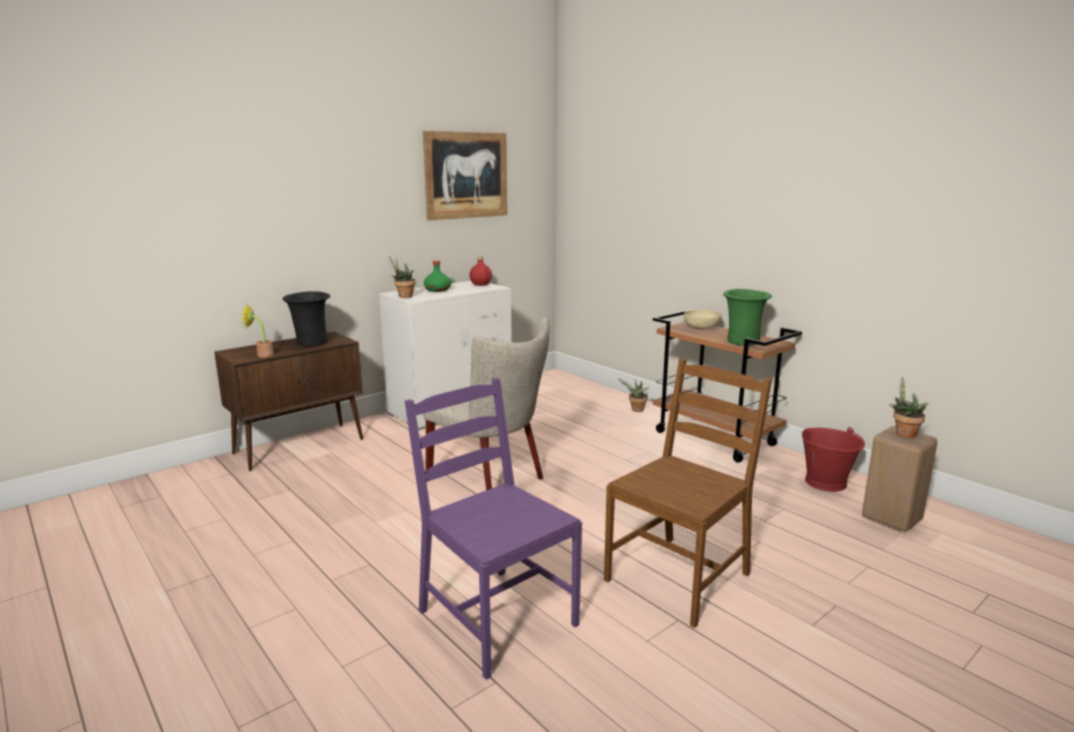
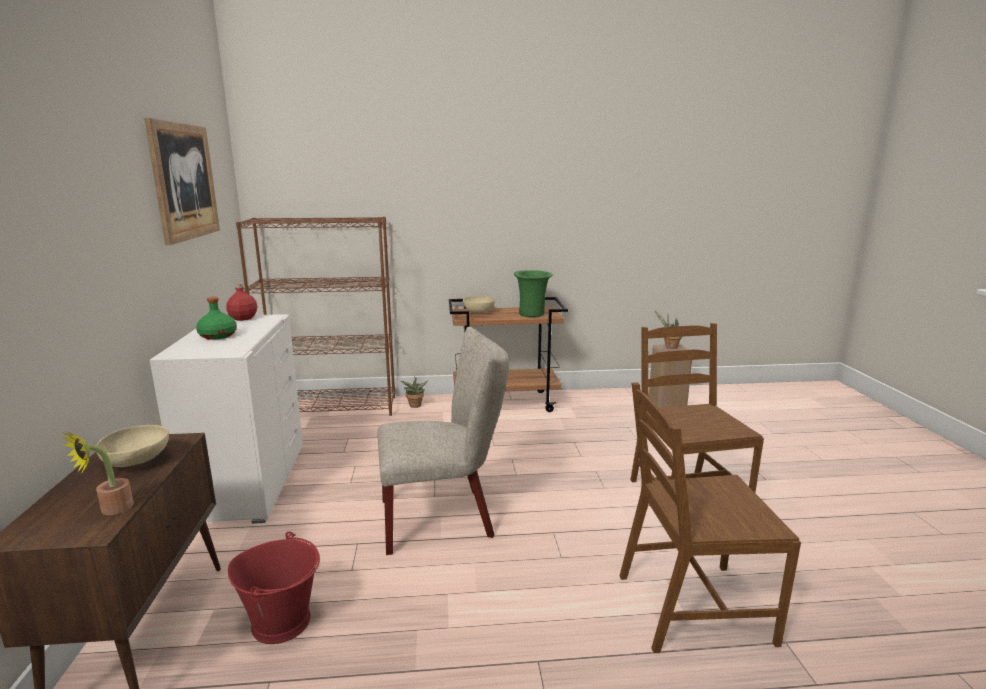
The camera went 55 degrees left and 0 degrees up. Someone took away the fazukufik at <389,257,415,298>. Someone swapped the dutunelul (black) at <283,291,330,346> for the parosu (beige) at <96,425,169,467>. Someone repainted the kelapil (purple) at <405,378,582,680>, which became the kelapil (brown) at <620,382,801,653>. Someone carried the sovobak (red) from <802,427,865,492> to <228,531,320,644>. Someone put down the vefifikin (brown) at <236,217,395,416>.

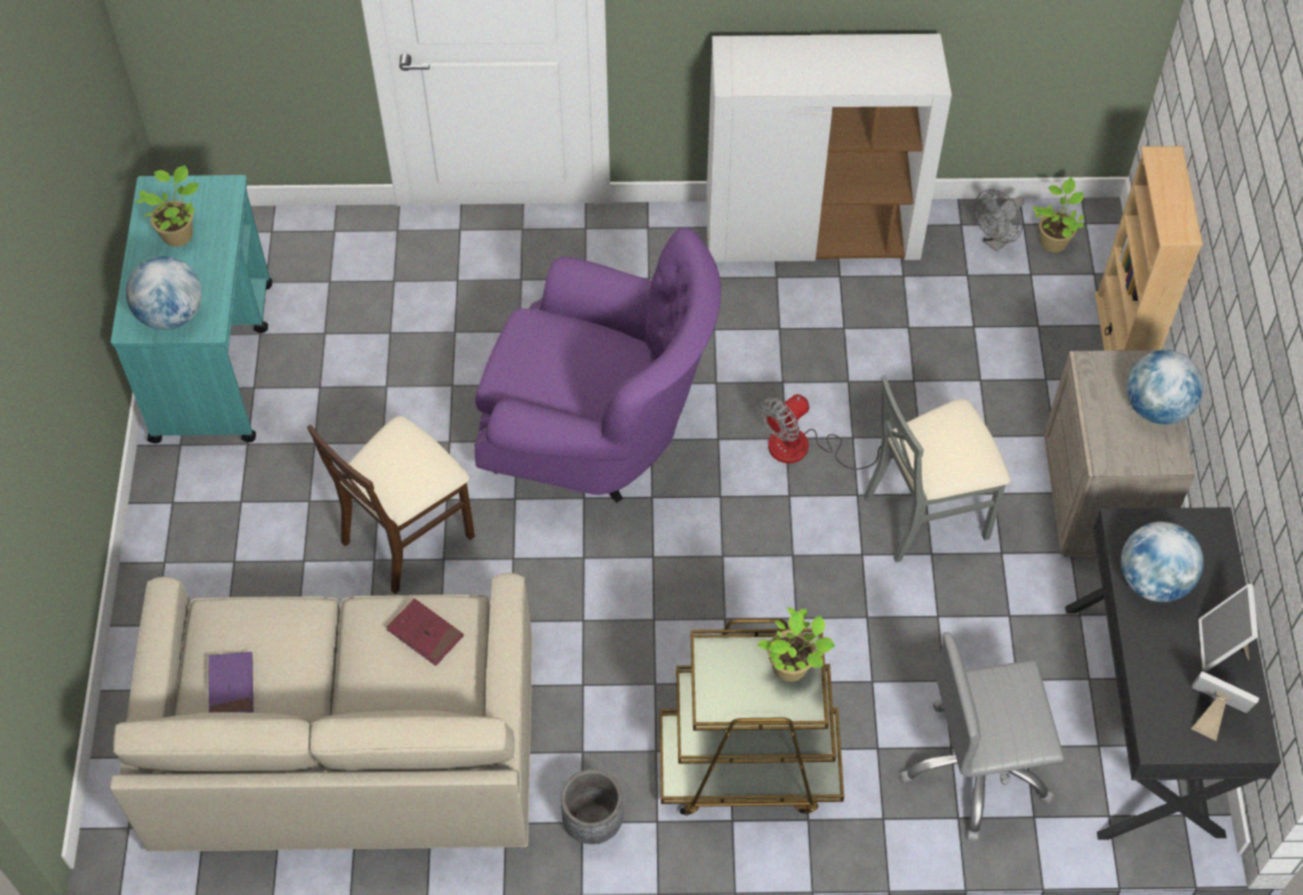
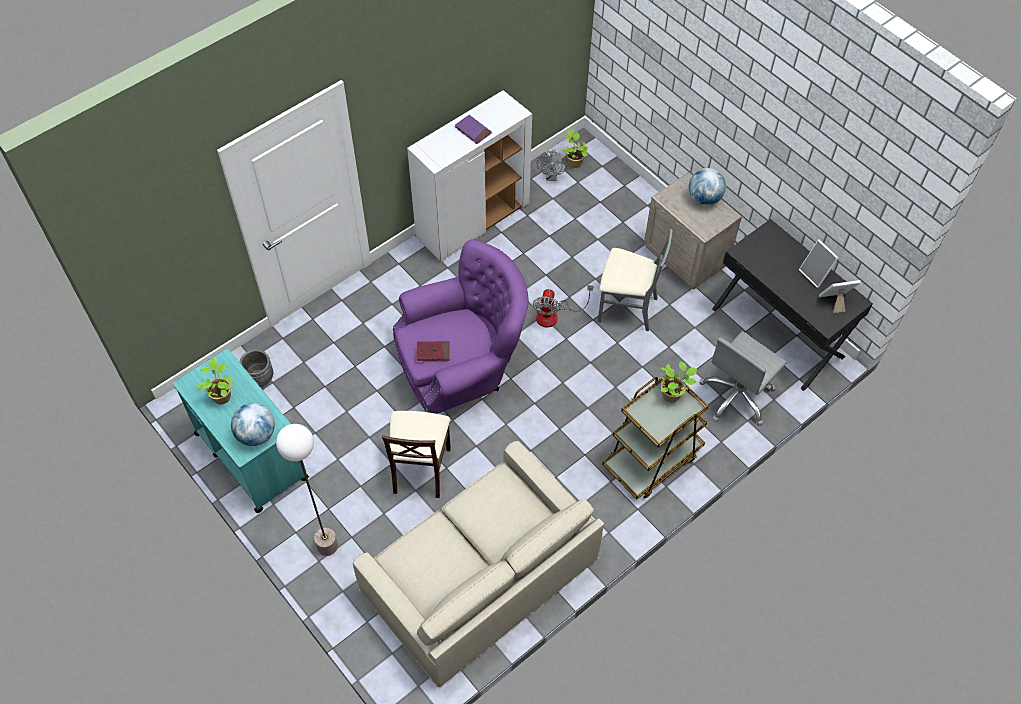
The camera went 40 degrees left and 0 degrees up. Someone took away the vefifikin (beige) at <1095,146,1203,351>. Someone rotated the kelapil (grey) at <864,375,1010,563> by 105 degrees counterclockwise. Someone took away the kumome at <1121,522,1204,602>. Someone carried the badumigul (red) from <387,598,464,666> to <417,341,450,361>. Someone carried the badumigul (purple) from <209,652,253,713> to <455,115,492,144>. Someone carried the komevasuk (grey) from <561,769,623,844> to <240,349,273,387>. Someone put down the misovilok at <276,424,338,556>.

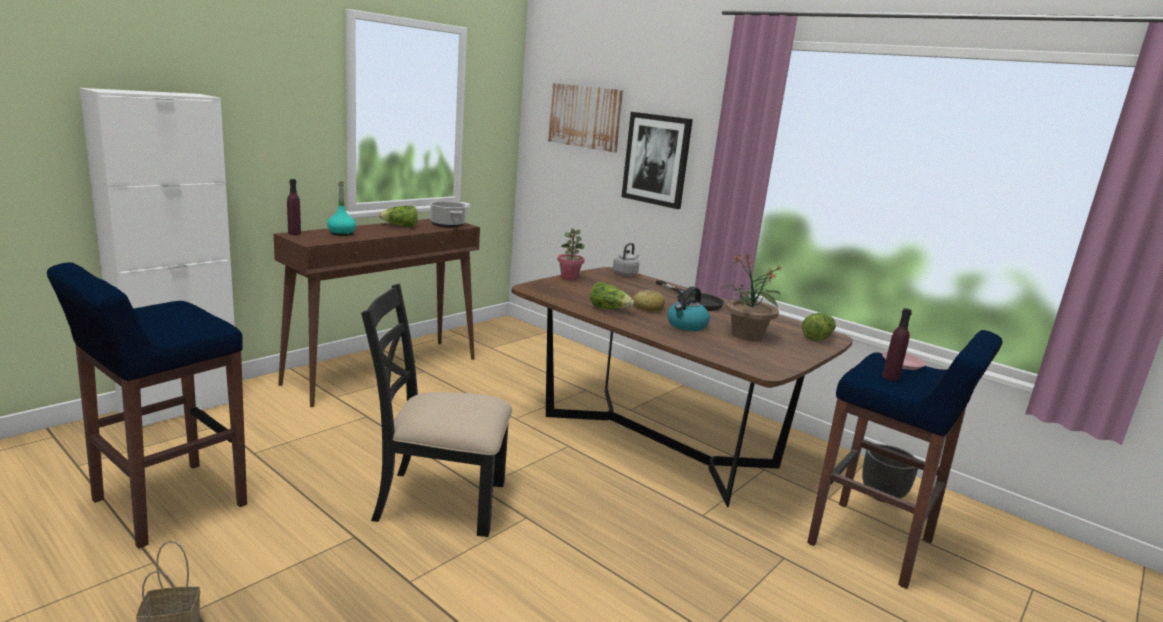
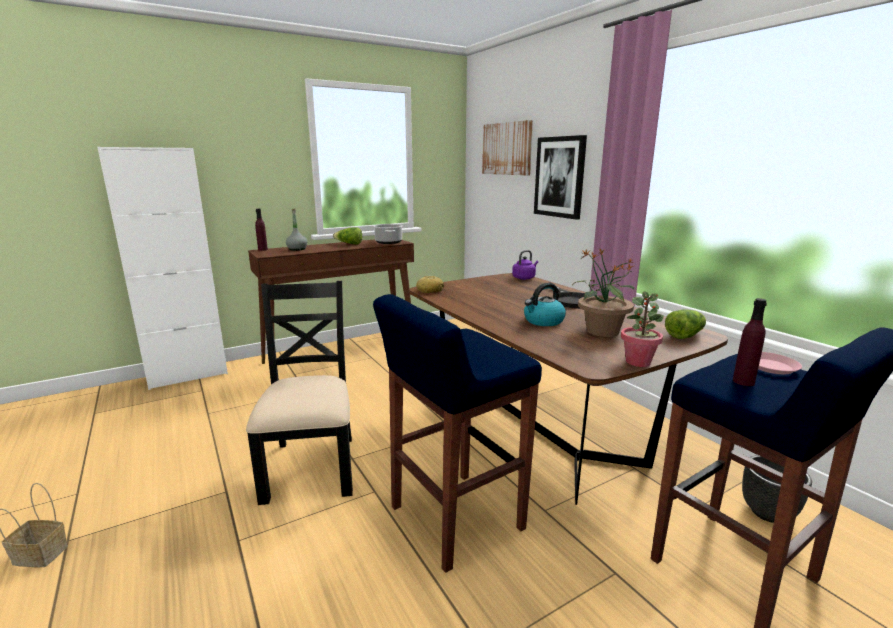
The camera went 20 degrees right and 0 degrees up. Someone repainted the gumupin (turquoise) at <327,181,356,236>, which became the gumupin (grey) at <286,208,308,251>. Someone carried the fazukufik from <557,228,585,281> to <621,292,664,367>. Someone repainted the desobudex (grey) at <613,243,639,276>, which became the desobudex (purple) at <512,250,538,280>. Someone carried the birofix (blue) from <47,262,247,548> to <373,294,542,573>. Someone took away the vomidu at <590,282,634,309>. Someone rotated the kelapil (black) at <361,283,512,537> by 60 degrees clockwise. Someone carried the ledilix from <633,290,665,311> to <416,276,444,293>.

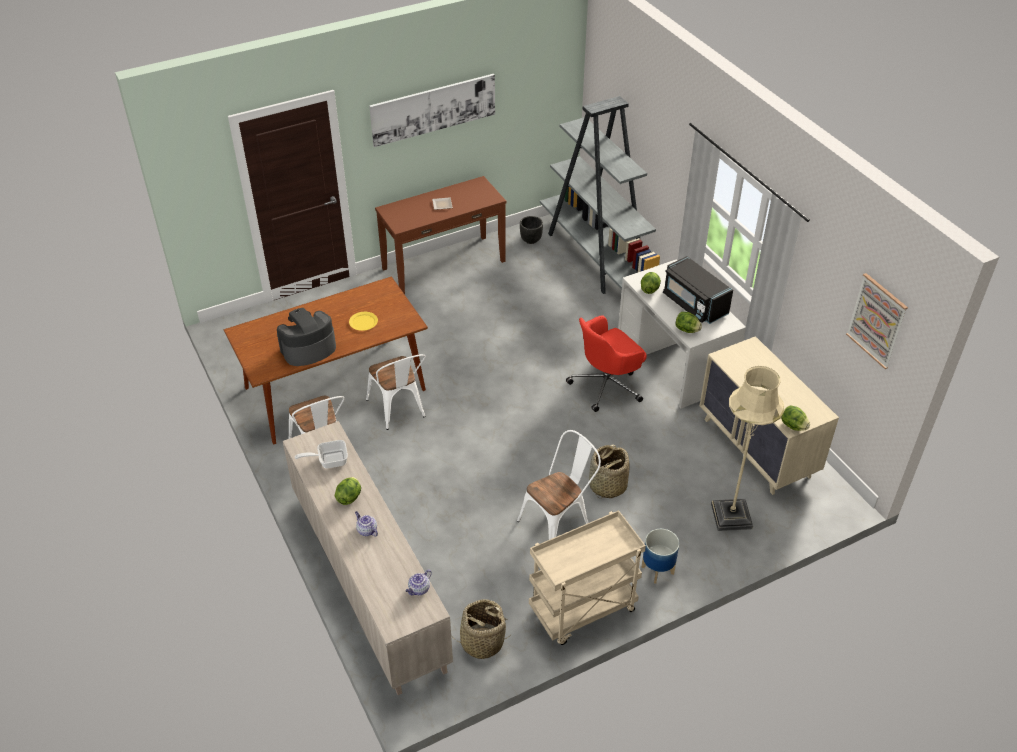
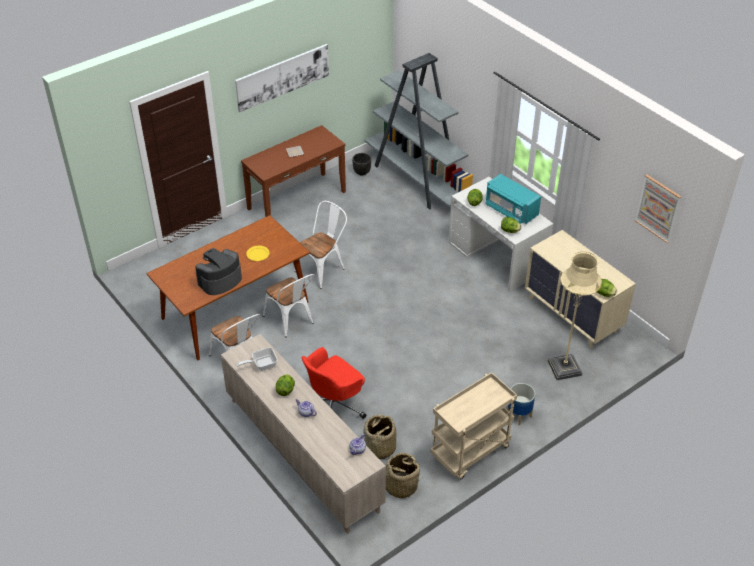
The camera went 10 degrees left and 0 degrees up. Someone repainted the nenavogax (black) at <663,256,733,324>, which became the nenavogax (turquoise) at <485,174,541,224>. Someone carried the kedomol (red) from <566,315,647,412> to <302,347,366,419>. Someone carried the kelapil (white) from <517,430,601,540> to <294,201,347,289>. Someone carried the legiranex from <589,444,630,498> to <363,414,396,459>.

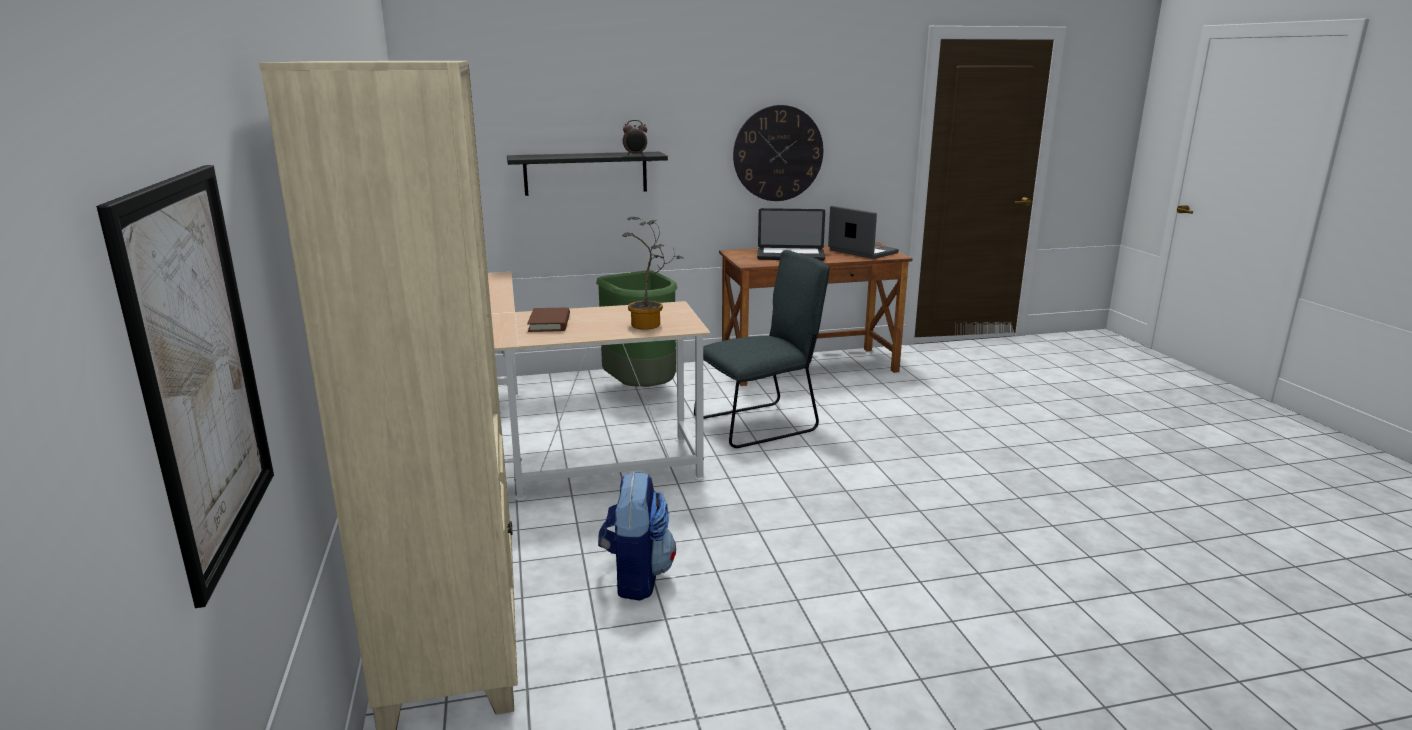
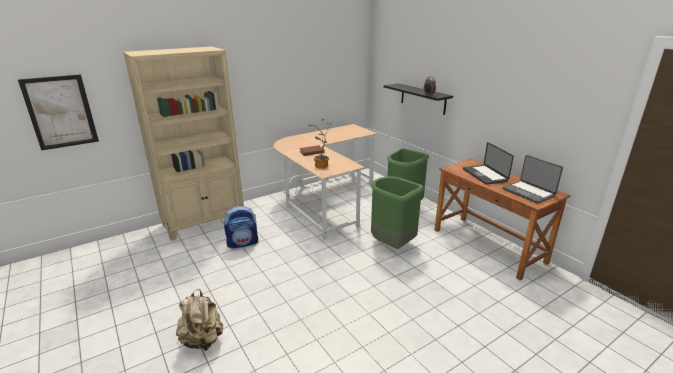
The camera went 70 degrees right and 5 degrees up. Someone took away the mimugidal at <733,105,823,201>. Someone rotated the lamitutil at <828,206,899,259> by 120 degrees clockwise. Someone swapped the kelapil (grey) at <694,250,829,448> for the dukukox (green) at <371,176,424,249>. Someone put down the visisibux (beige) at <176,289,223,351>.

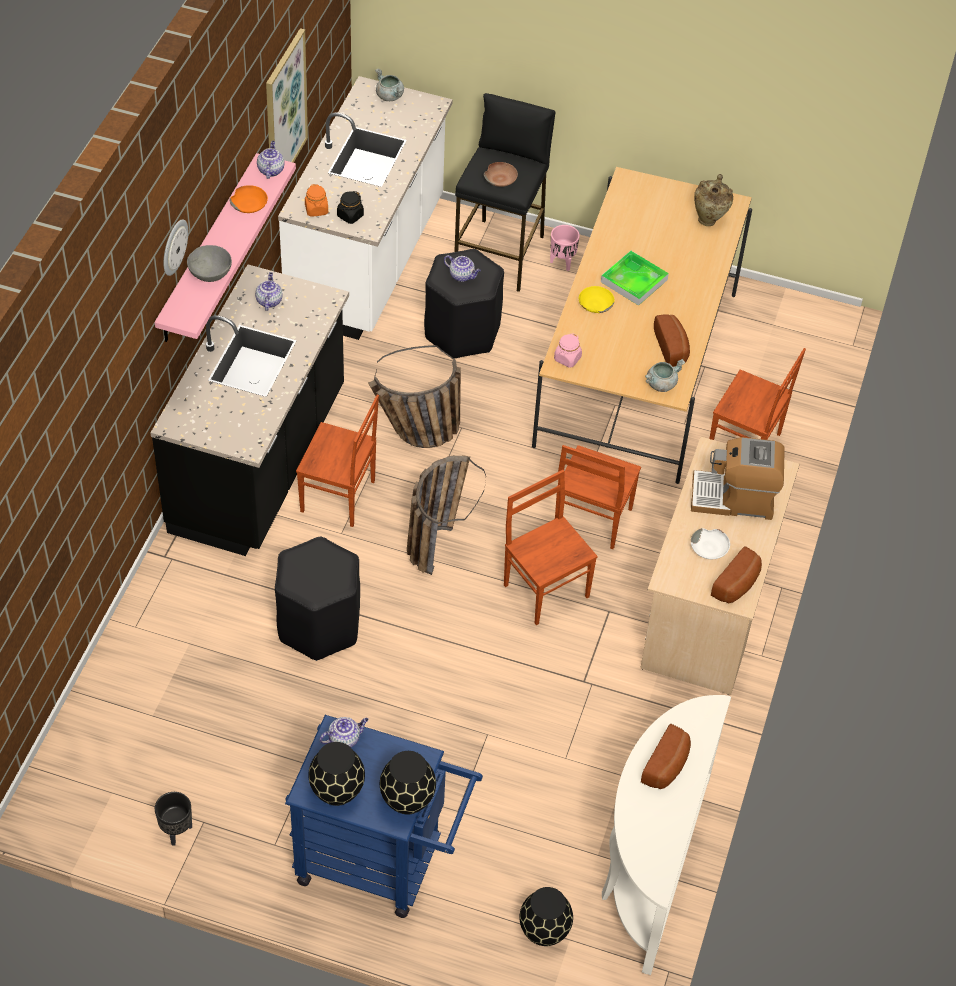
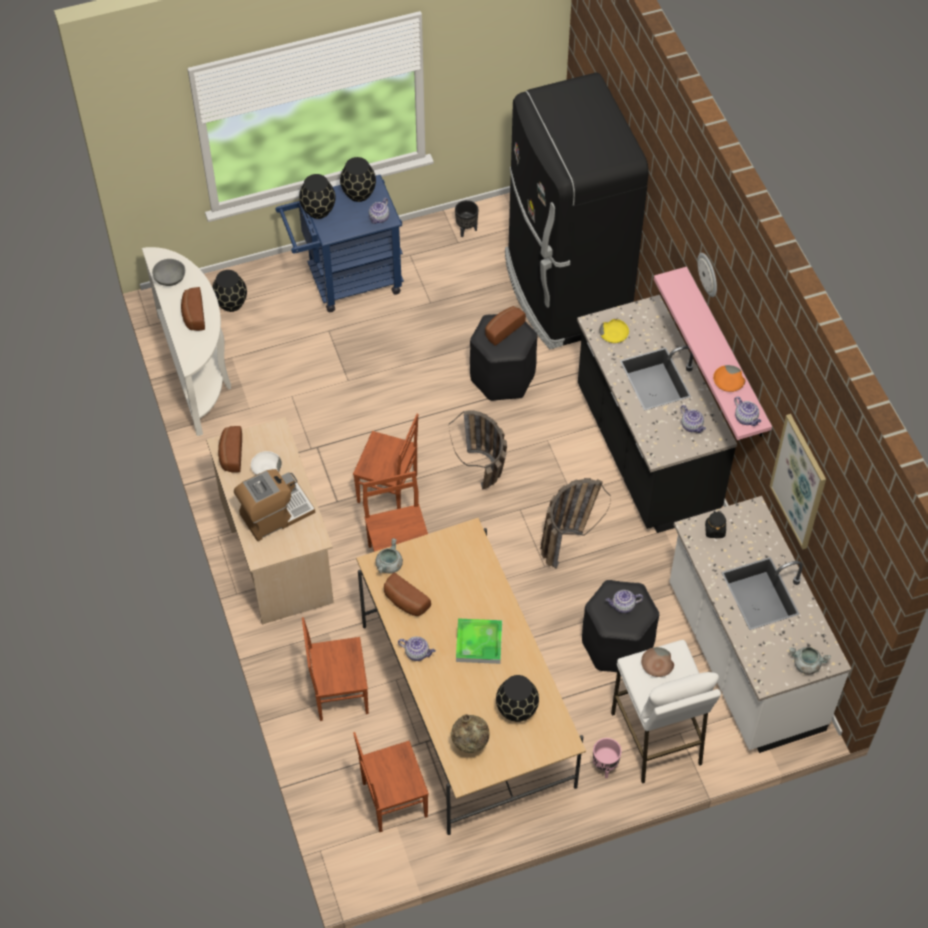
The camera went 145 degrees right and 5 degrees up. Someone repainted the birofix (black) at <454,93,555,292>, which became the birofix (white) at <611,640,721,784>. Someone took away the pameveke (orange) at <305,184,328,217>. Someone carried the parosu (grey) from <187,245,232,282> to <152,259,185,286>. Someone carried the parosu (yellow) from <579,286,615,313> to <599,319,629,343>. Someone took away the pameveke (pink) at <554,333,582,368>. Someone carried the kelapil (brown) from <296,395,379,527> to <353,732,429,832>. Someone put down the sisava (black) at <505,72,649,349>. Someone put down the ledilix at <485,306,526,346>. Someone put down the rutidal at <398,637,436,661>. Someone put down the dutunelul (black) at <496,675,539,722>.

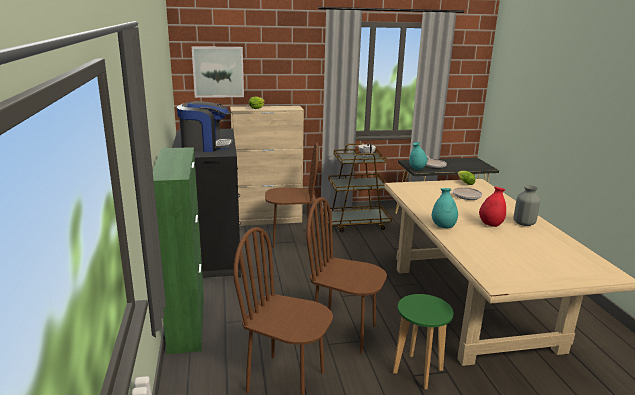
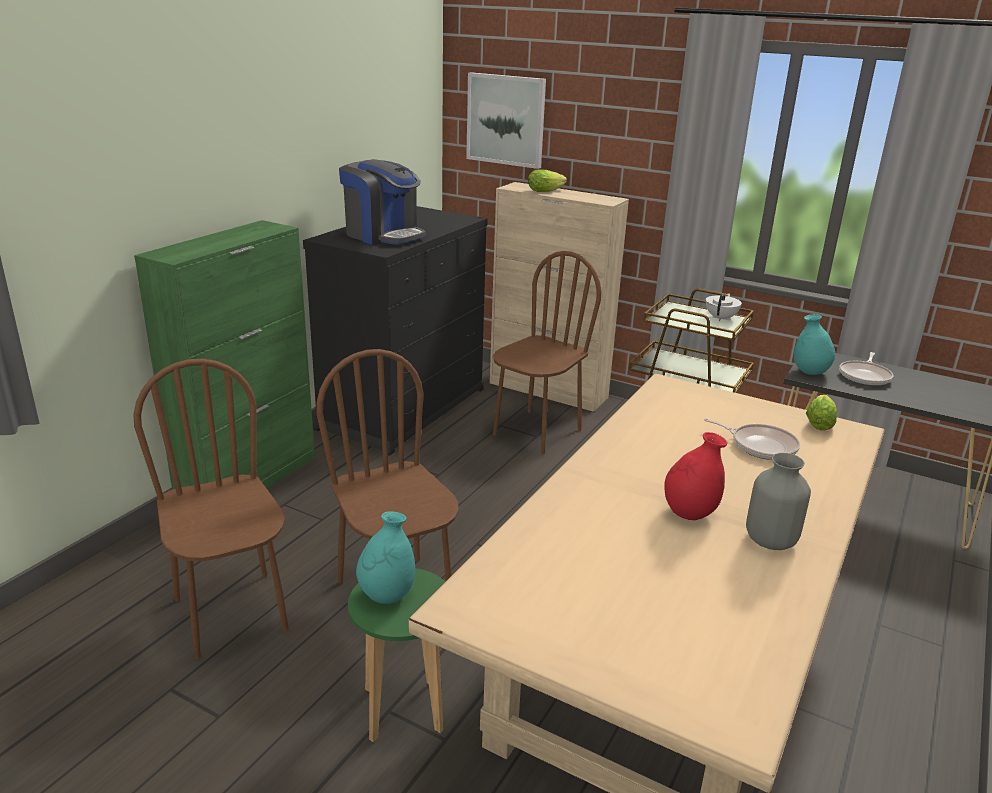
The camera went 40 degrees right and 5 degrees up. Someone rotated the kelapil (brown) at <265,143,319,248> by 90 degrees counterclockwise. Someone carried the dutunelul (turquoise) from <432,188,458,228> to <356,511,415,604>.

